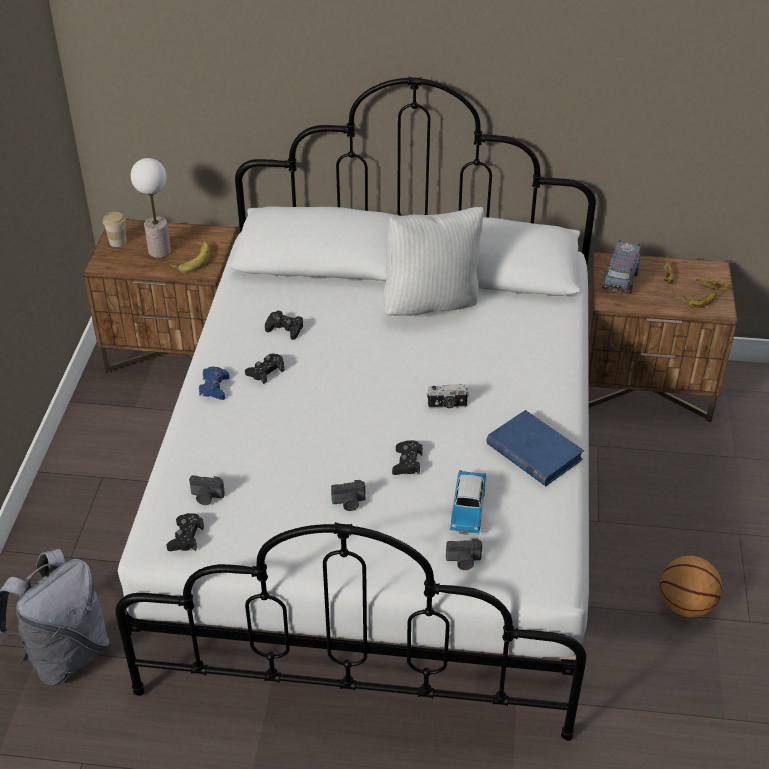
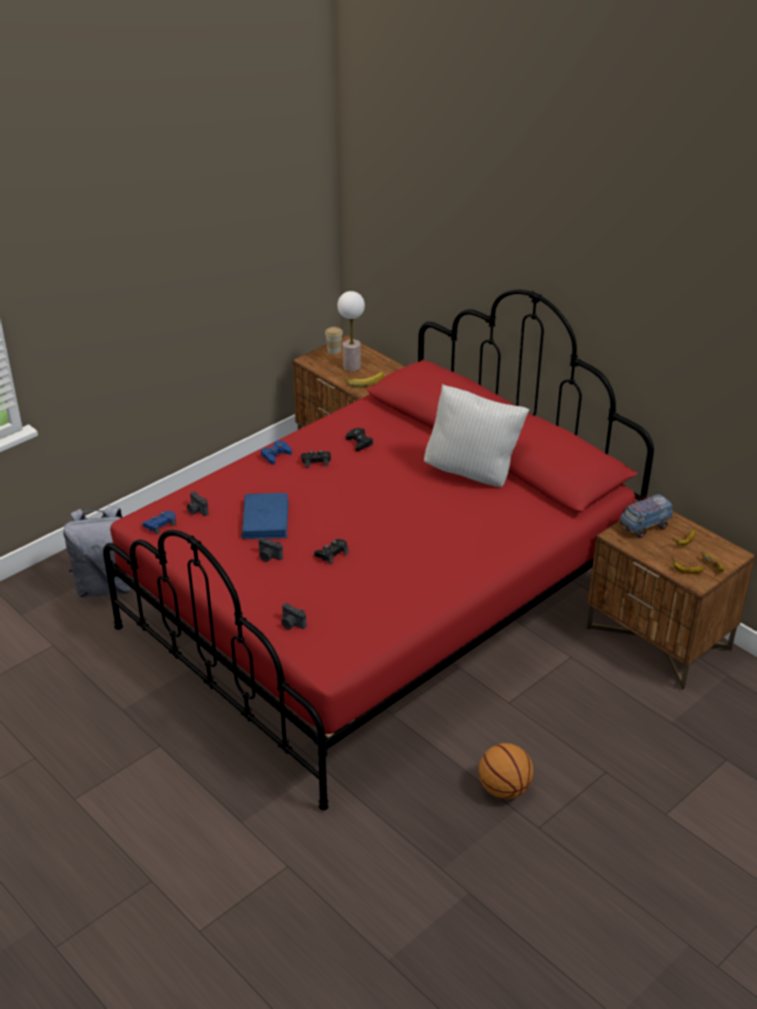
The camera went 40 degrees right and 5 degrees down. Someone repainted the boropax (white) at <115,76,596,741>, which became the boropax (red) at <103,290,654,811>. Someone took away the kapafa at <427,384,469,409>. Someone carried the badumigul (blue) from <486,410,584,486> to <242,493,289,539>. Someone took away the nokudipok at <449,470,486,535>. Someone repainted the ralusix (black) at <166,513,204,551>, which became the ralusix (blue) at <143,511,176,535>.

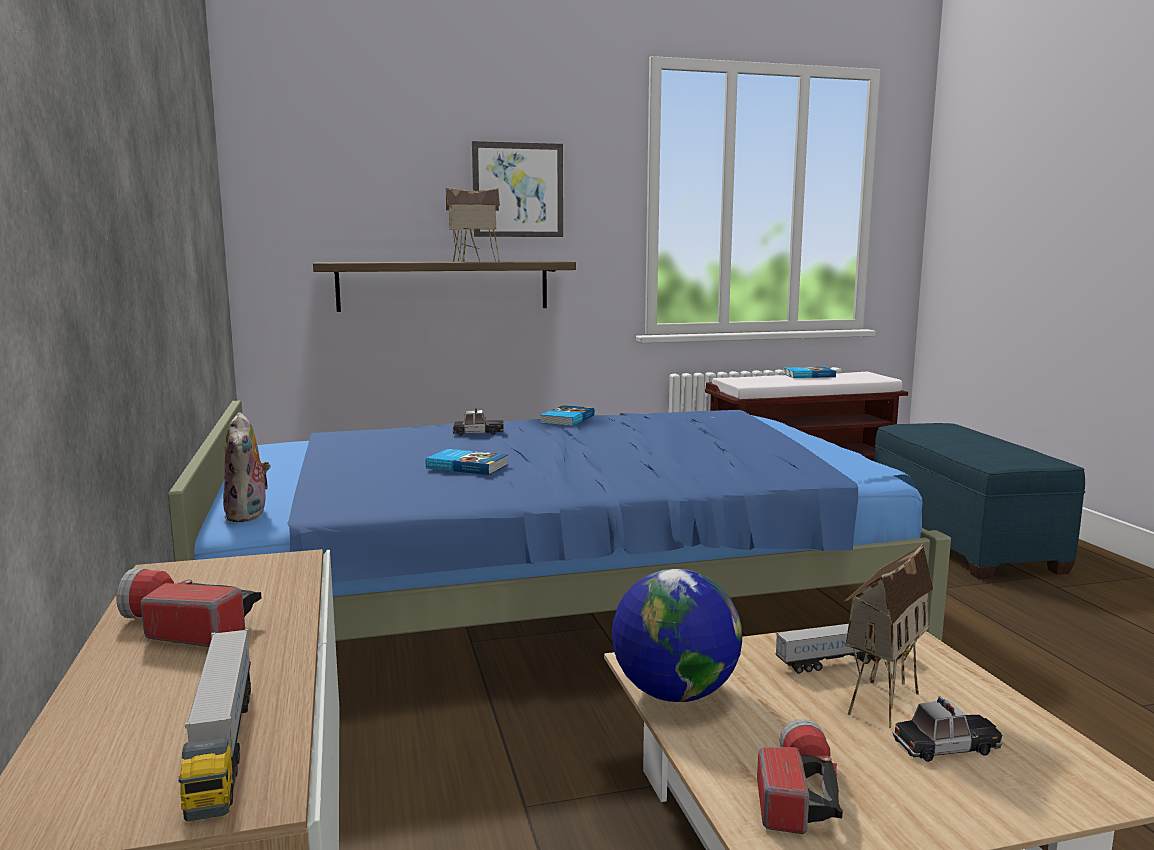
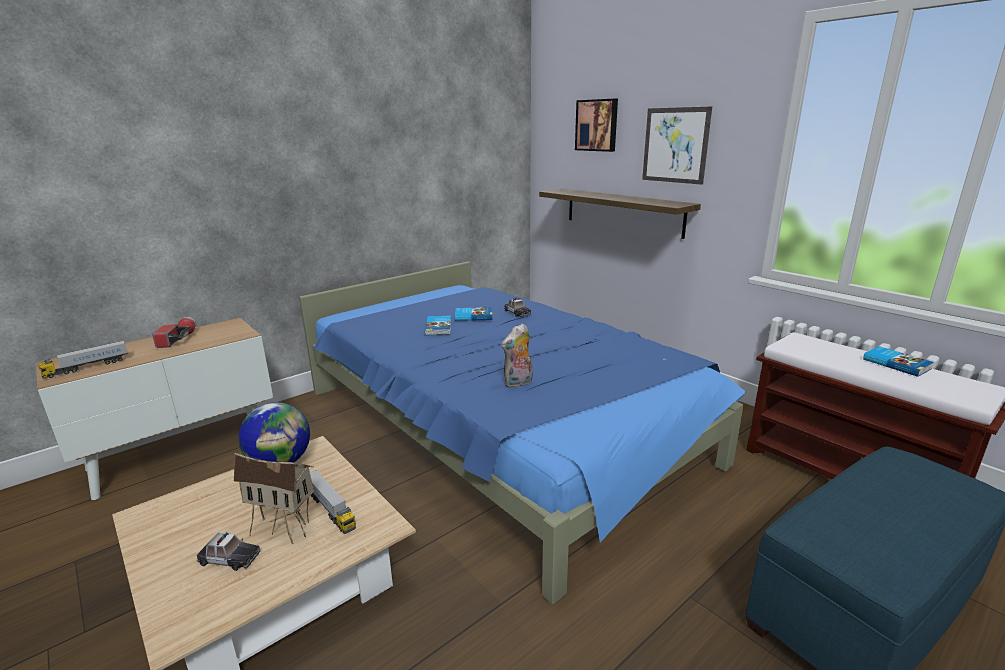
The camera went 65 degrees right and 10 degrees up. Someone took away the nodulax at <445,187,500,262>. Someone carried the badumigul from <541,405,595,426> to <455,307,492,321>. Someone carried the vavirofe from <223,412,270,522> to <501,323,533,387>. Someone rotated the nokudipok at <893,696,1002,762> by 45 degrees counterclockwise. Someone took away the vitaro at <757,719,843,834>. Someone put up the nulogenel at <575,99,618,152>.

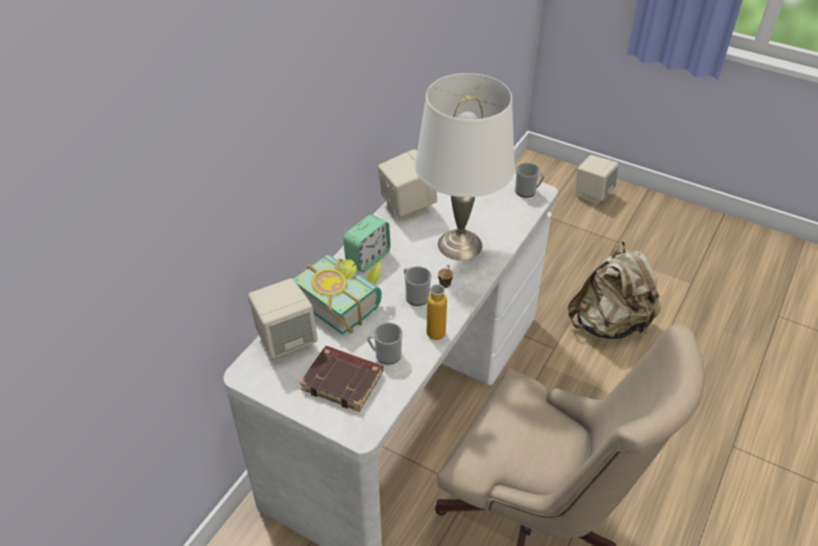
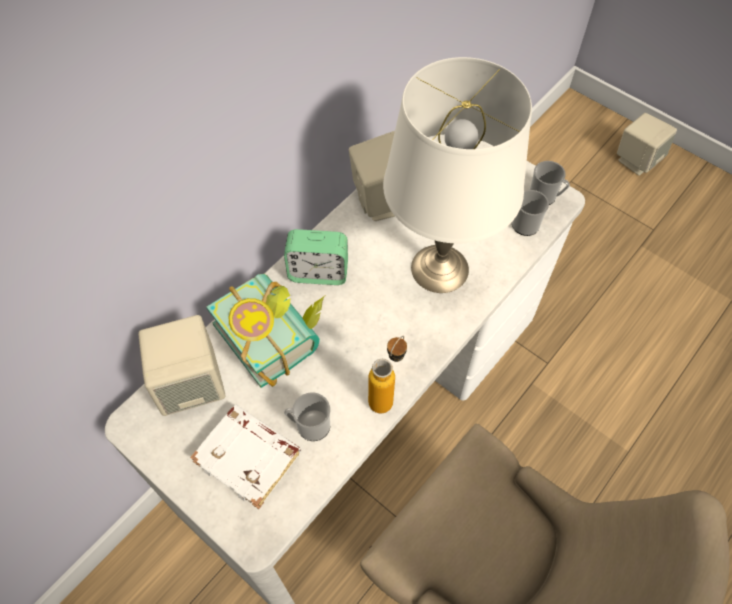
The camera went 10 degrees right and 15 degrees up. Someone rotated the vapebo at <343,214,391,272> by 45 degrees clockwise. Someone took away the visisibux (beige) at <568,241,661,339>. Someone carried the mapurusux from <404,266,432,306> to <512,190,549,236>. Someone repainted the badumigul (brown) at <300,346,383,412>, which became the badumigul (white) at <190,405,301,509>.

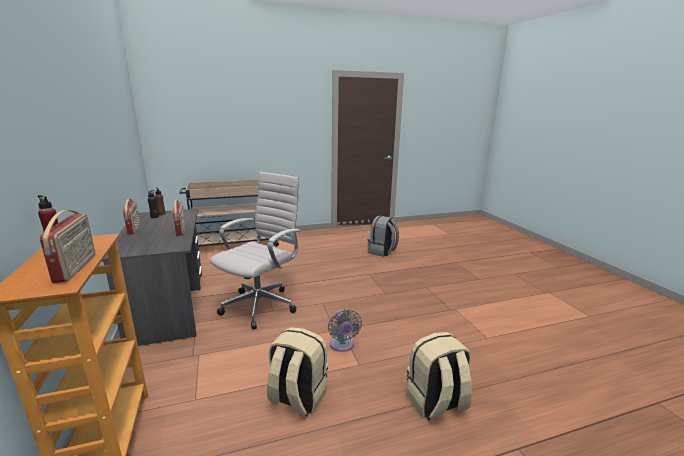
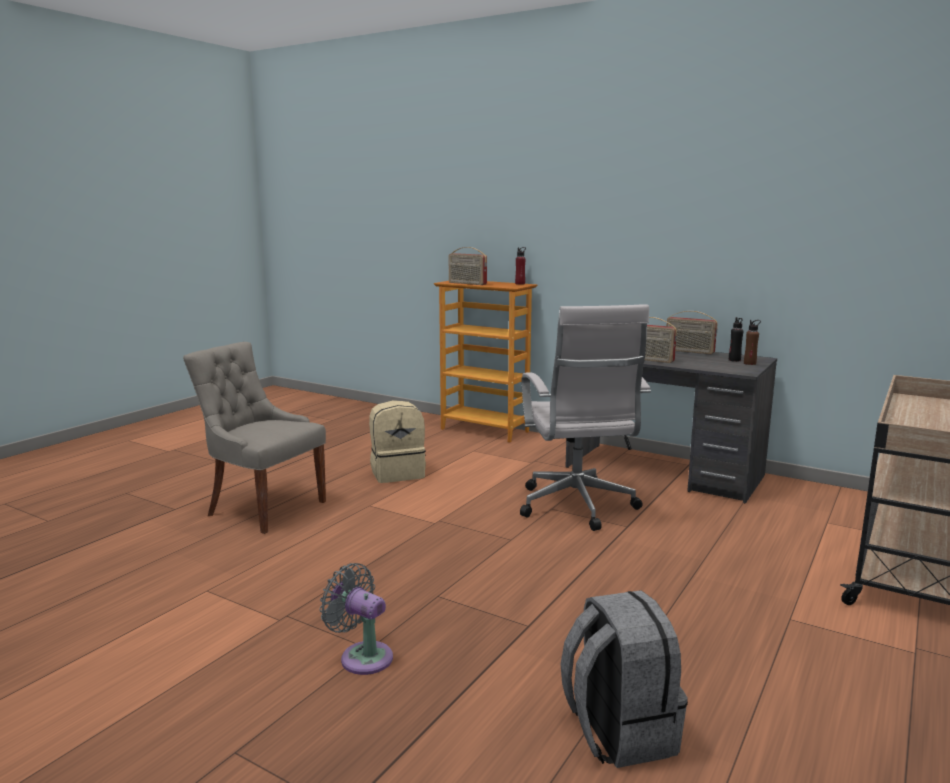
The camera went 140 degrees right and 5 degrees down. Someone carried the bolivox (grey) from <328,309,362,352> to <319,563,393,675>. Someone swapped the visisibux (beige) at <406,332,472,420> for the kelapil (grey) at <183,342,326,534>.

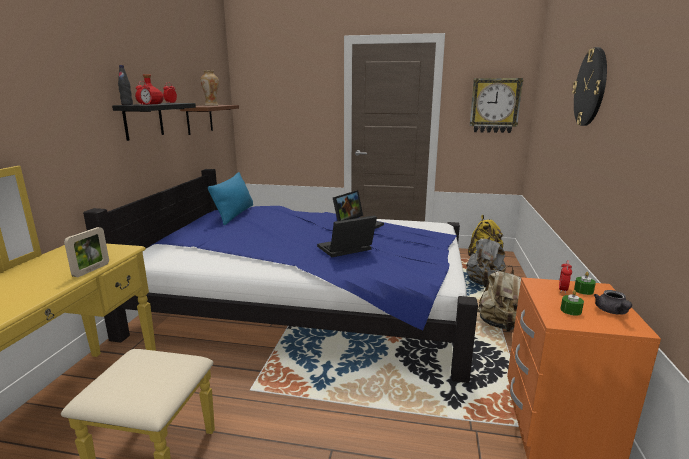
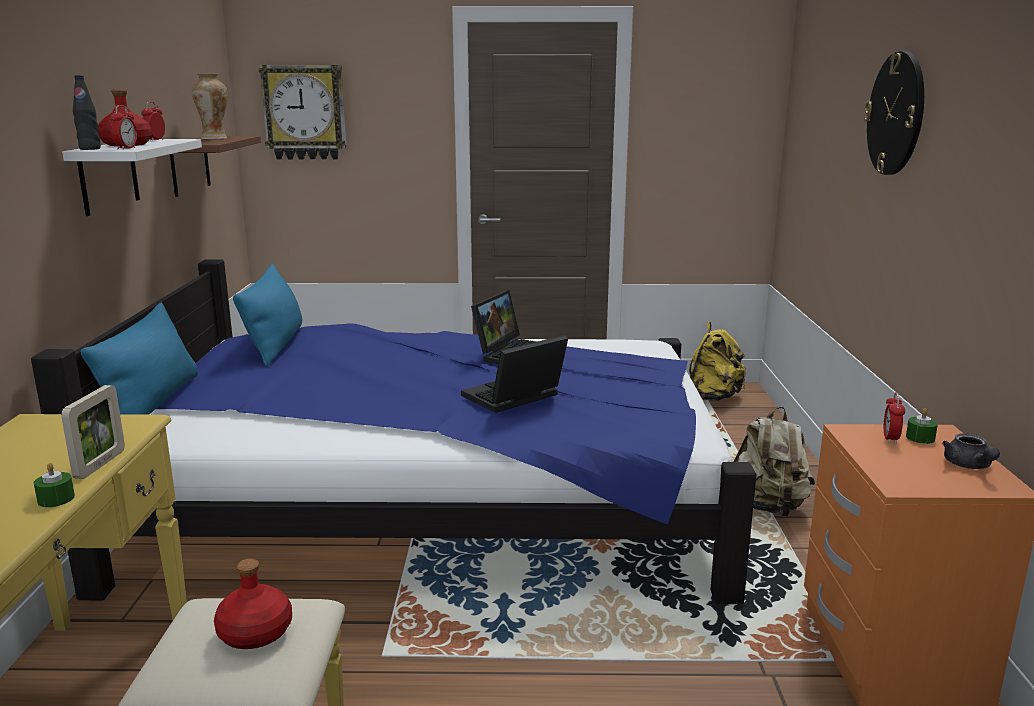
The camera went 10 degrees left and 0 degrees up. Someone carried the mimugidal from <470,78,523,133> to <259,65,347,159>. Someone repainted the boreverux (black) at <112,103,196,141>, which became the boreverux (white) at <62,139,202,216>. Someone took away the visisibux (grey) at <466,235,506,287>. Someone carried the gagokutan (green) from <561,290,584,316> to <34,463,75,507>. Someone put down the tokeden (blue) at <81,303,198,415>. Someone put down the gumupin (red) at <214,559,292,649>.

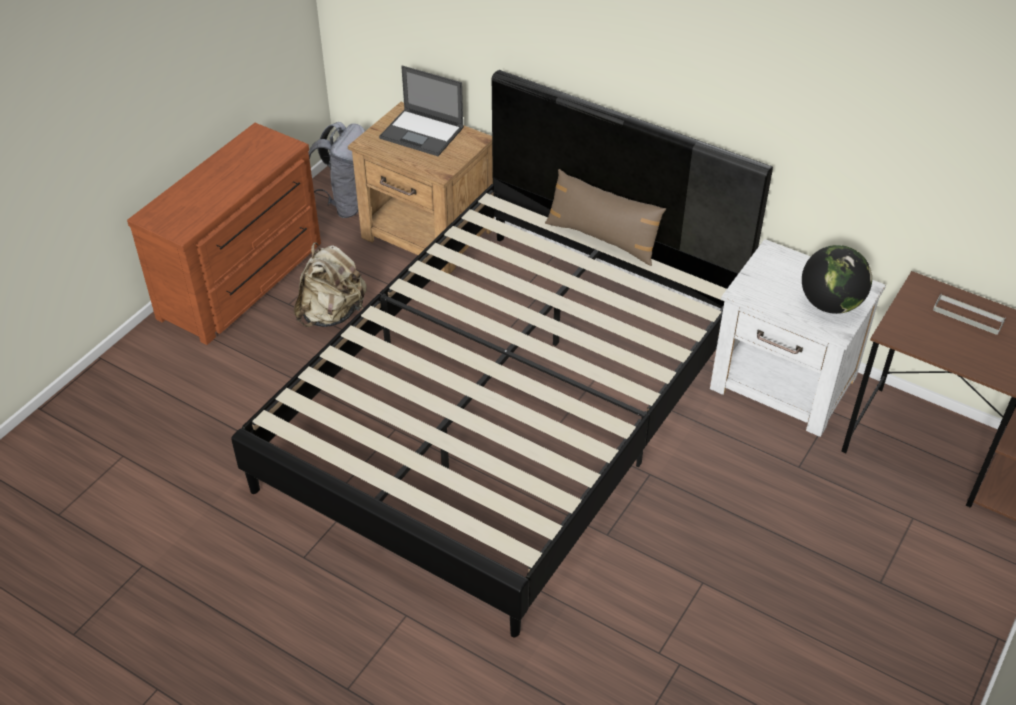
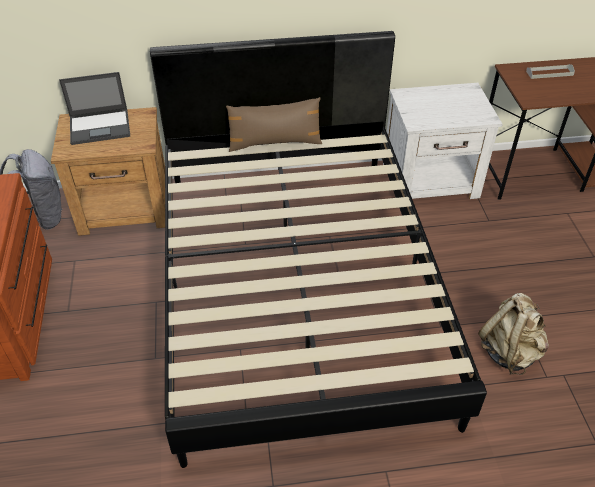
The camera went 40 degrees left and 0 degrees up. Someone carried the visisibux (beige) from <294,243,367,327> to <478,293,549,375>. Someone took away the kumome at <802,245,872,314>.

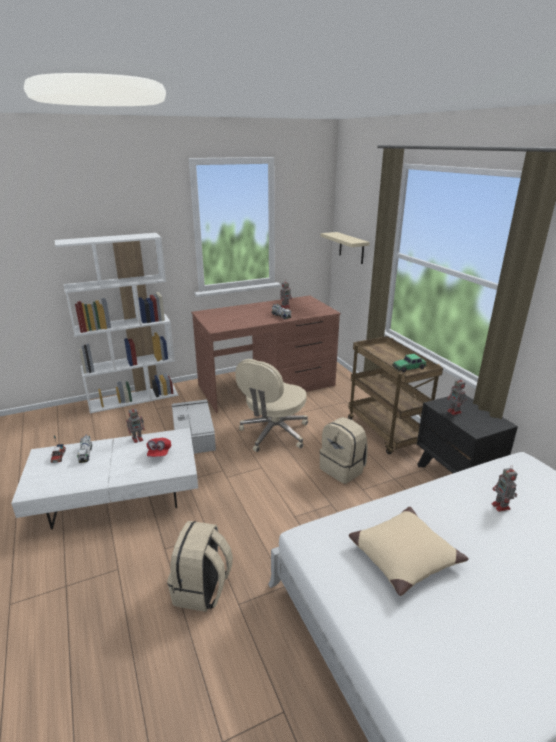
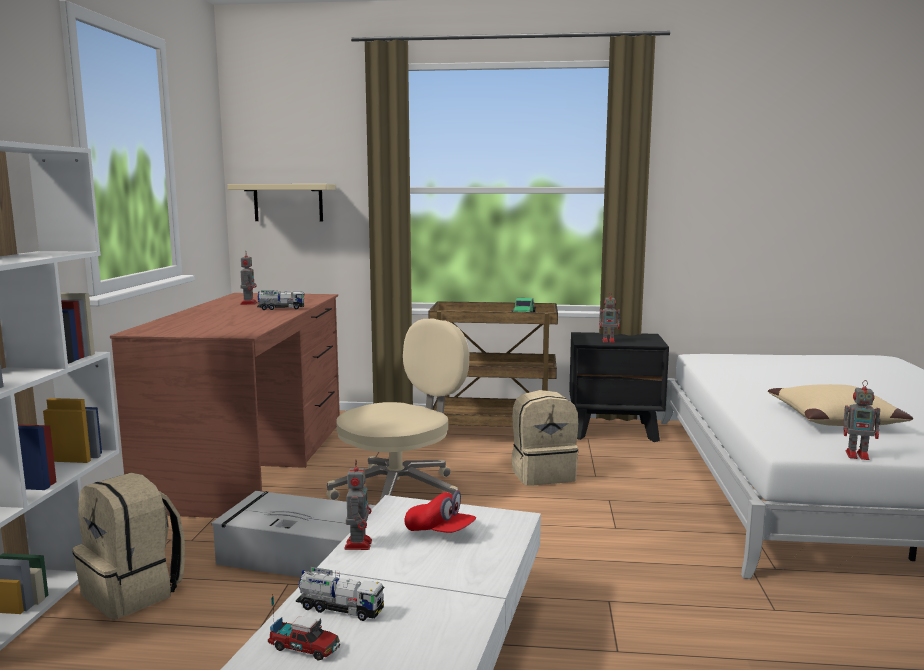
The camera went 60 degrees left and 15 degrees down. Someone rotated the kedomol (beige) at <235,359,308,452> by 105 degrees counterclockwise. Someone carried the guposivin from <491,466,517,512> to <843,380,881,460>. Someone carried the visisibux (beige) from <167,521,233,612> to <72,473,185,619>.

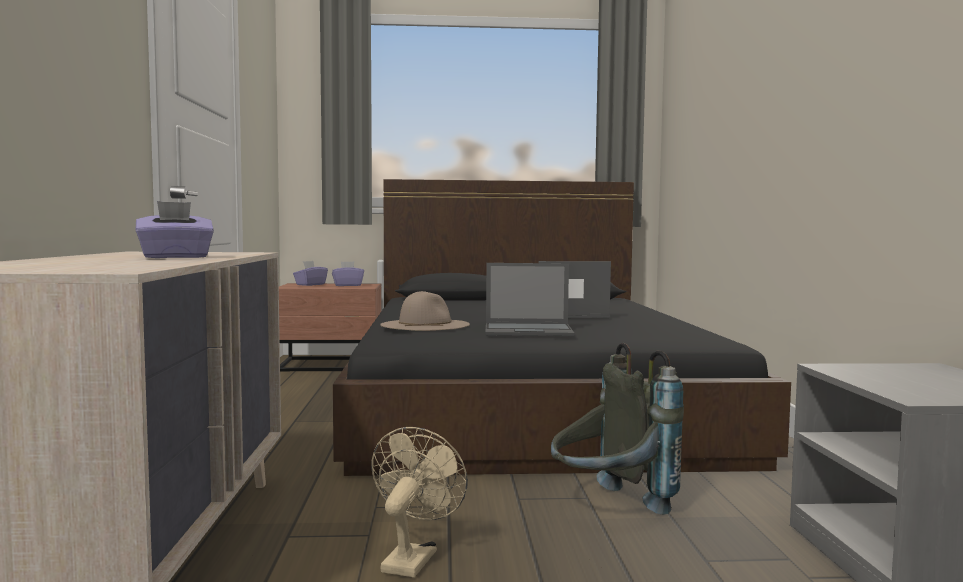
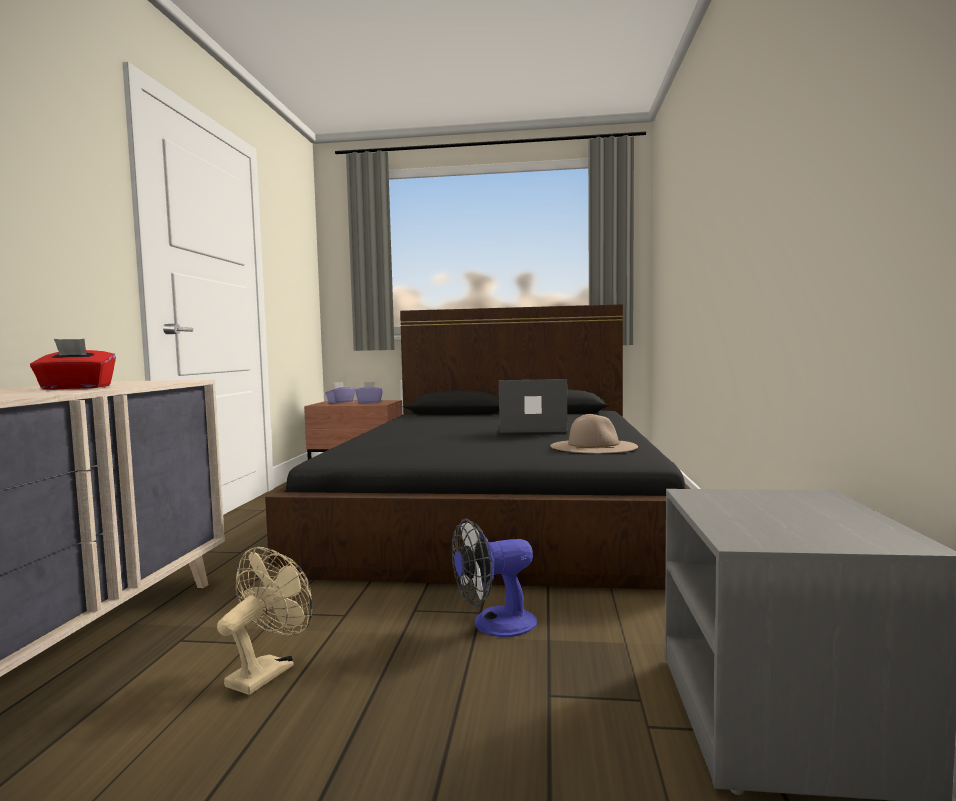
The camera went 10 degrees right and 0 degrees up. Someone repainted the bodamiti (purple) at <136,201,214,258>, which became the bodamiti (red) at <30,339,116,390>. Someone took away the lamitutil at <485,263,575,336>. Someone carried the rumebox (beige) from <380,291,470,331> to <550,414,638,454>. Someone swapped the visisibux (grey) at <551,343,684,515> for the bolivox at <452,519,537,637>.

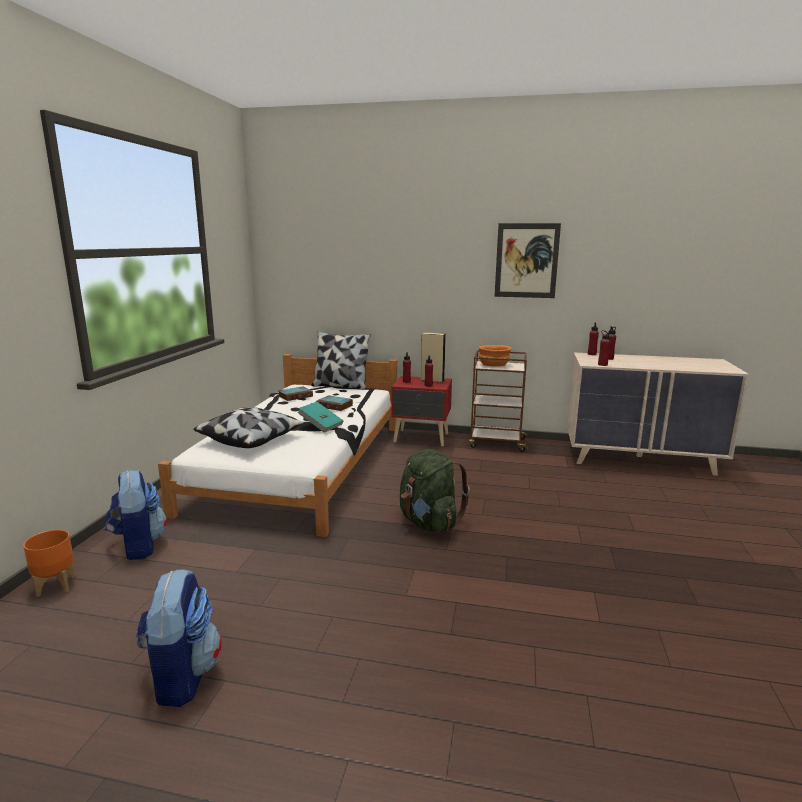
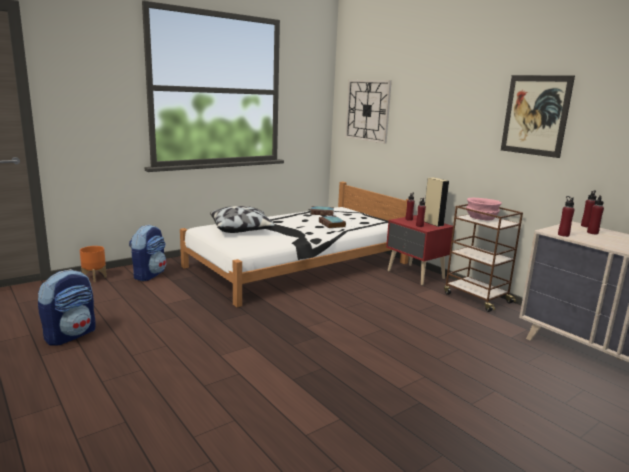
The camera went 40 degrees right and 0 degrees up. Someone took away the tokeden at <311,331,371,390>. Someone repainted the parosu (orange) at <478,345,512,367>, which became the parosu (pink) at <466,198,502,220>. Someone took away the badumigul (turquoise) at <297,402,343,433>. Someone took away the visisibux (green) at <400,449,470,533>. Someone put up the mimugidal at <345,80,392,144>.

